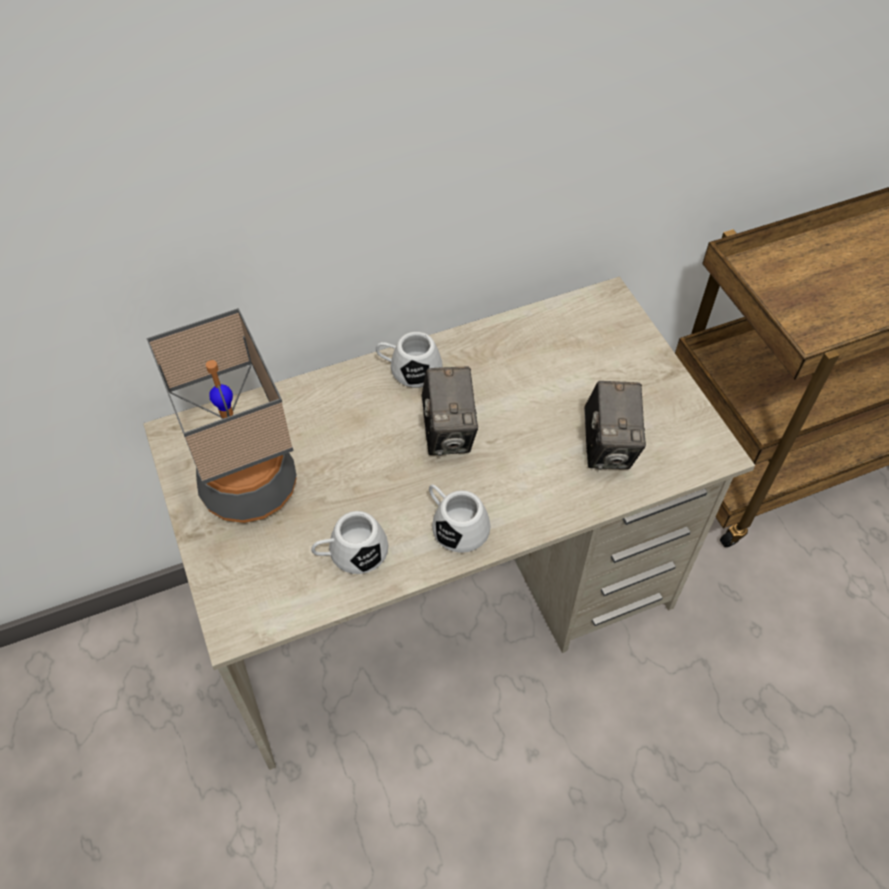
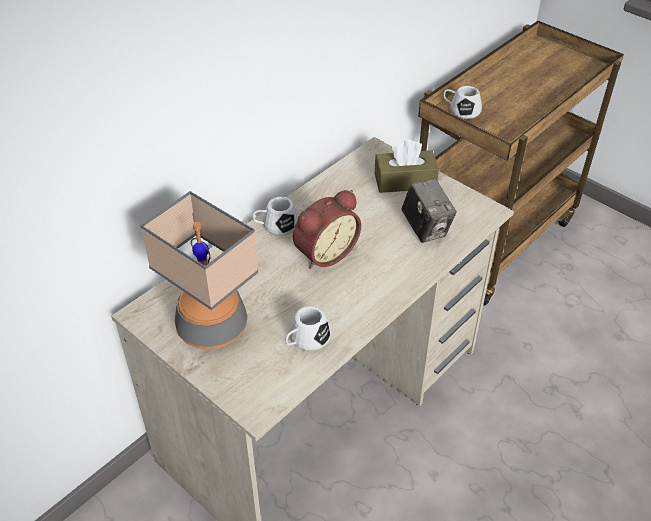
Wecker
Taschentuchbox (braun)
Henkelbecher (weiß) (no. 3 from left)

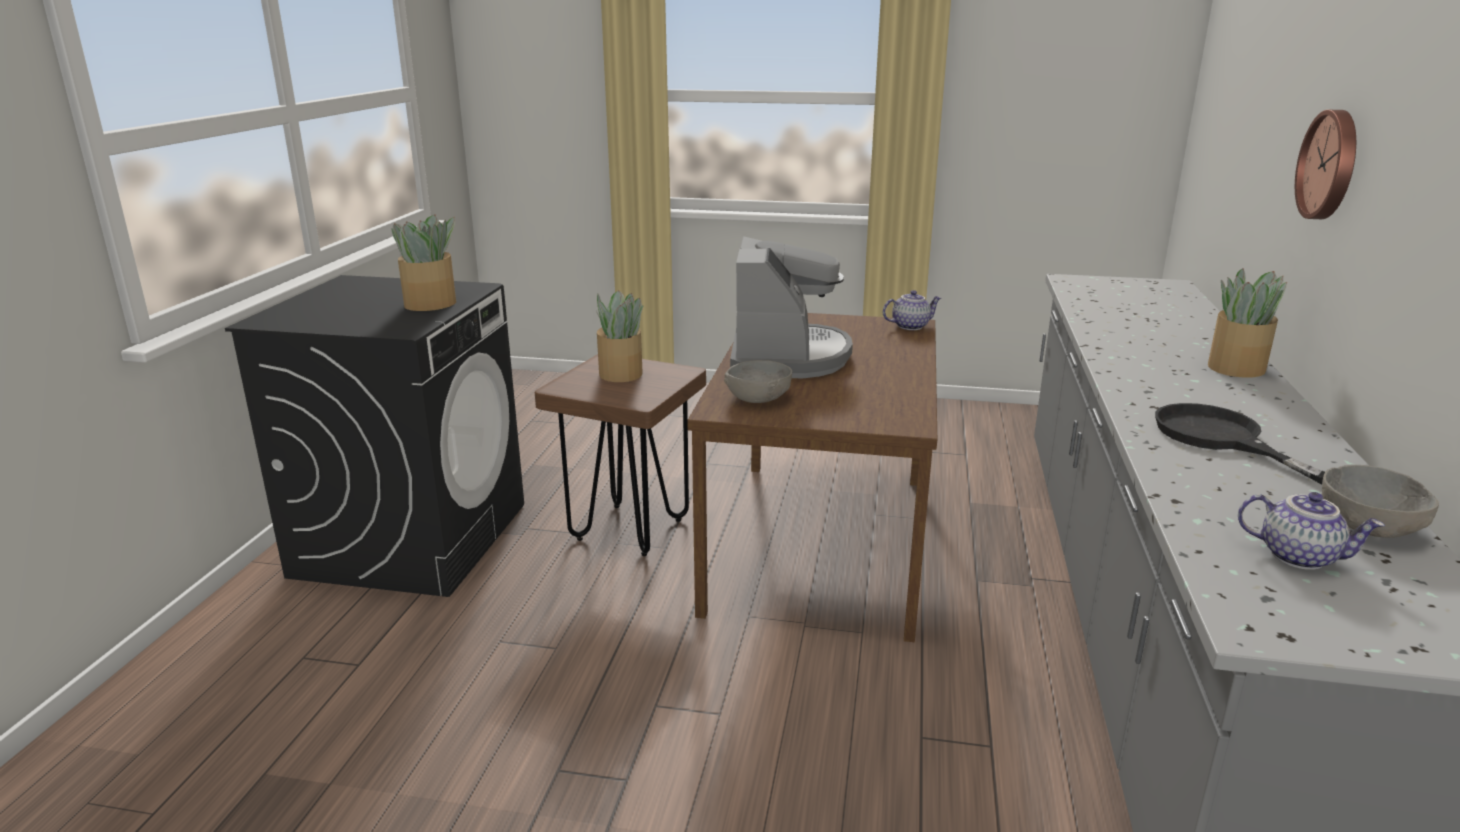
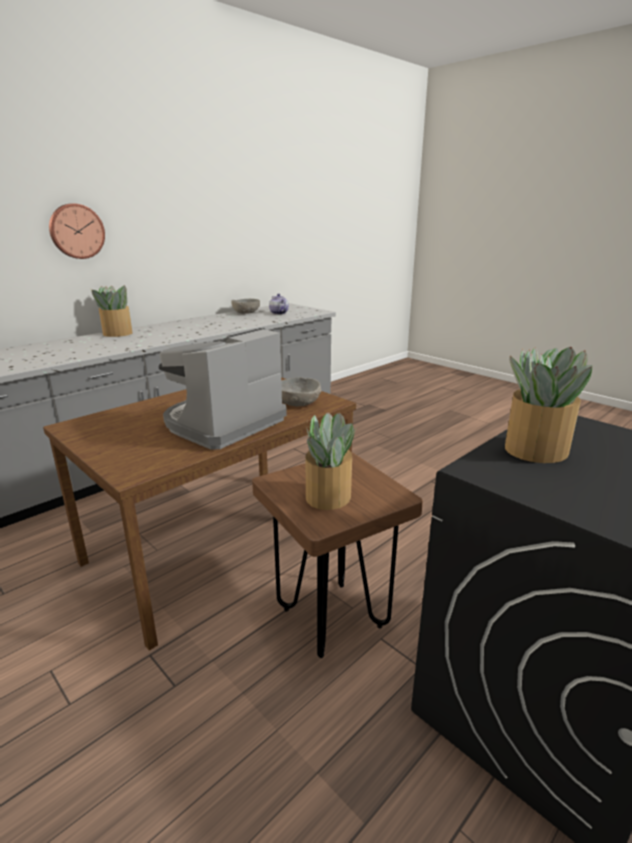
Teekanne (no. 1 from left in the first image)
Pfanne (schwarz)

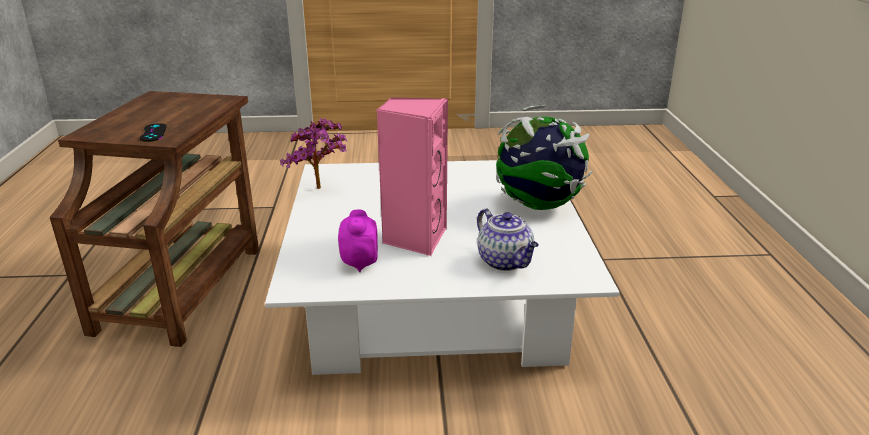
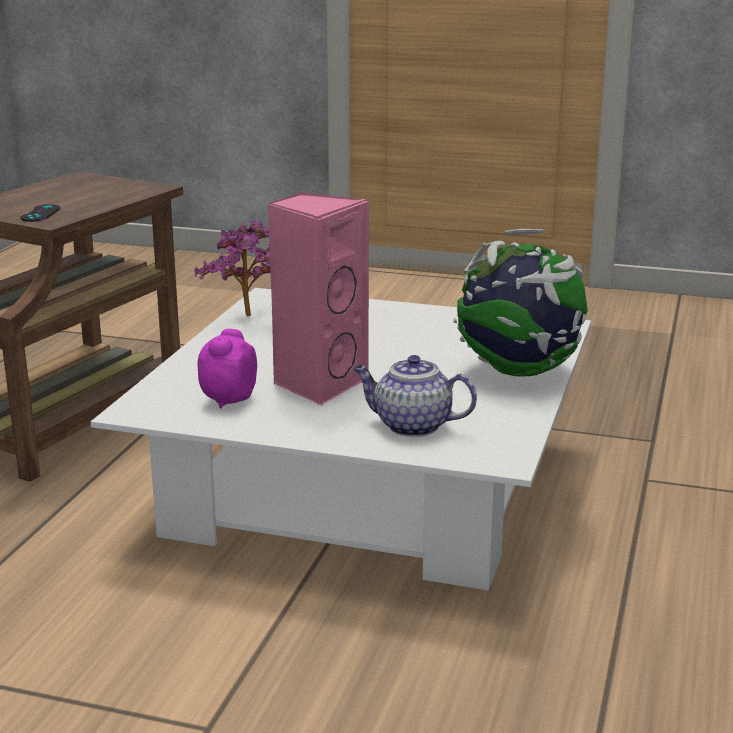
Teekanne

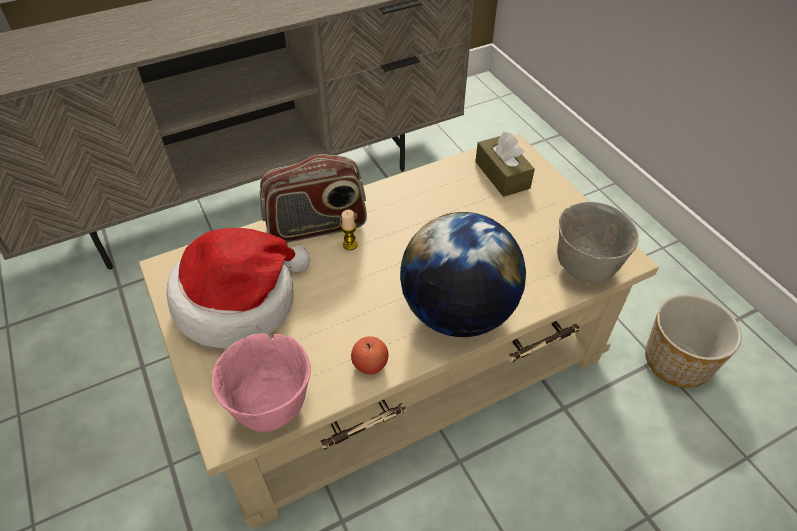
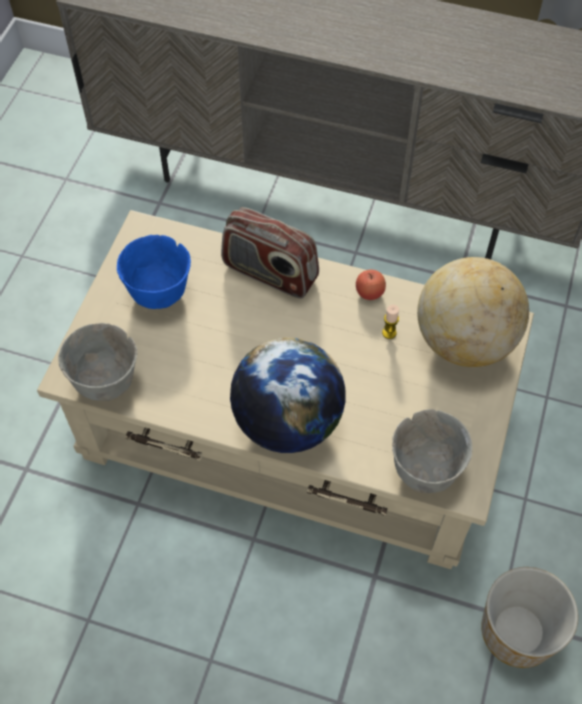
Schüssel (grau) (no. 1 from left)
Schüssel (blau)
Apfel
Kerze
Globus (no. 2 from left)

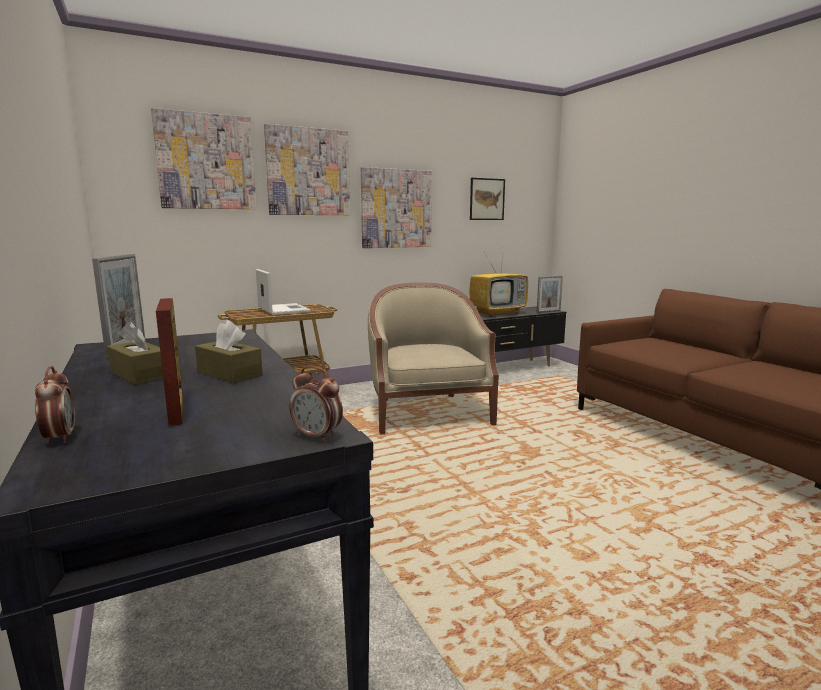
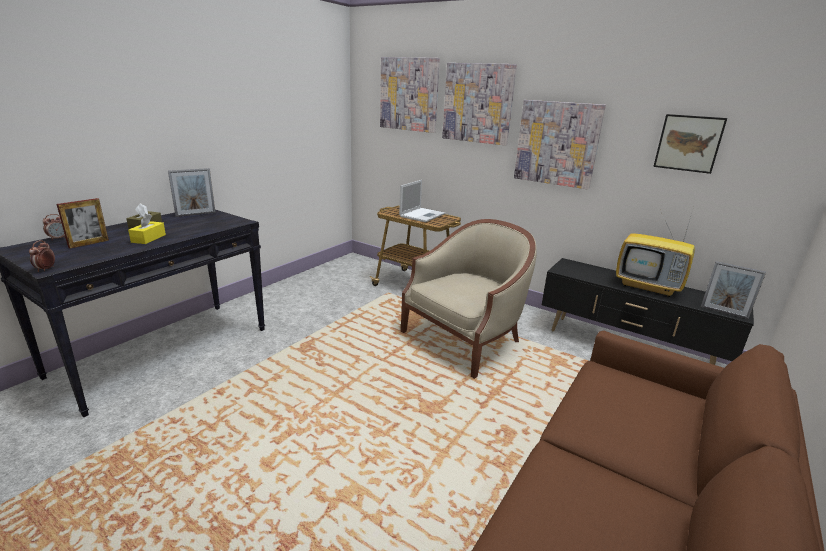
Taschentuchbox (gelb)

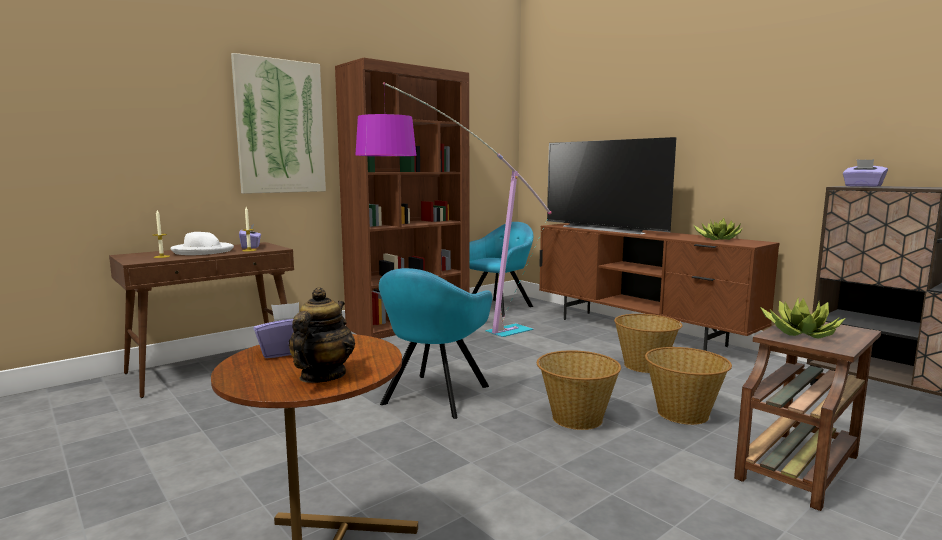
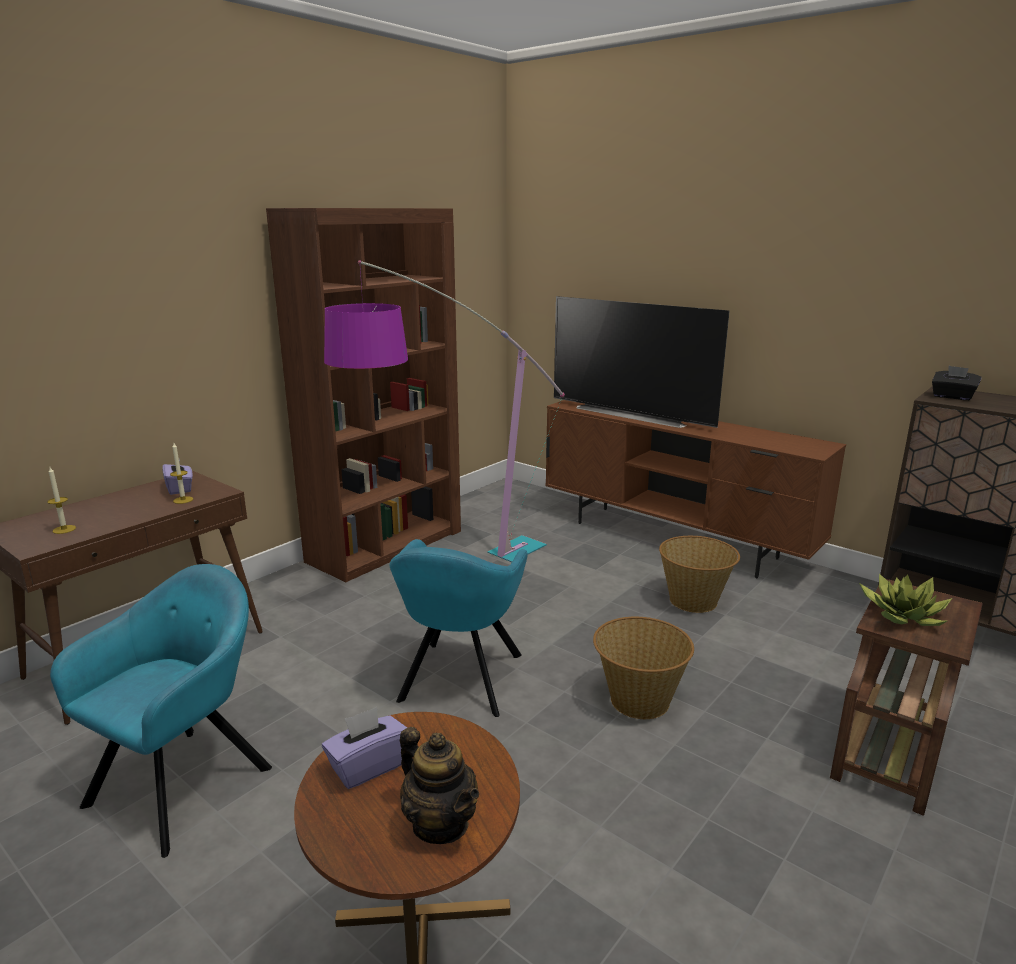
Sessel (türkis) (no. 1 from left)
Teekanne
Taschentuchbox (schwarz)
Hut (weiß)
Bild
Korb (no. 3 from left in the first image)
Topfpflanze (no. 1 from left in the first image)

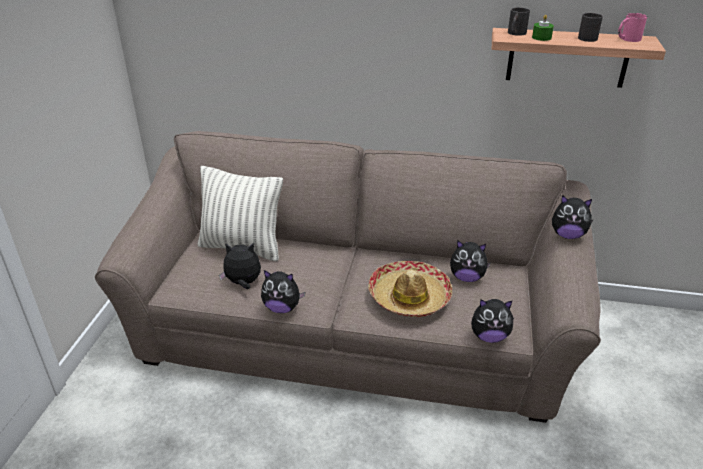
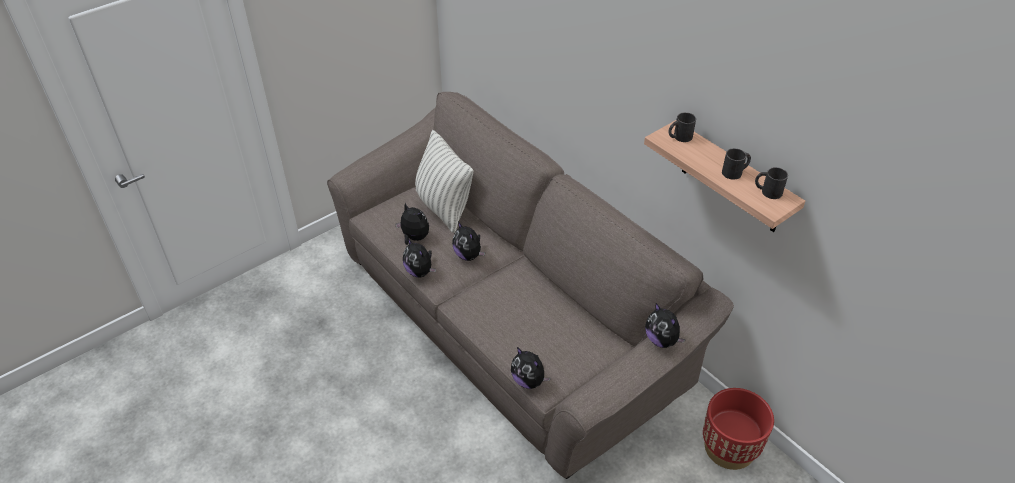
Plüschtier (no. 3 from left)
Pflanzkübel (rot)
Henkelbecher (schwarz) (no. 3 from left)
Hut
Kerze (grün)

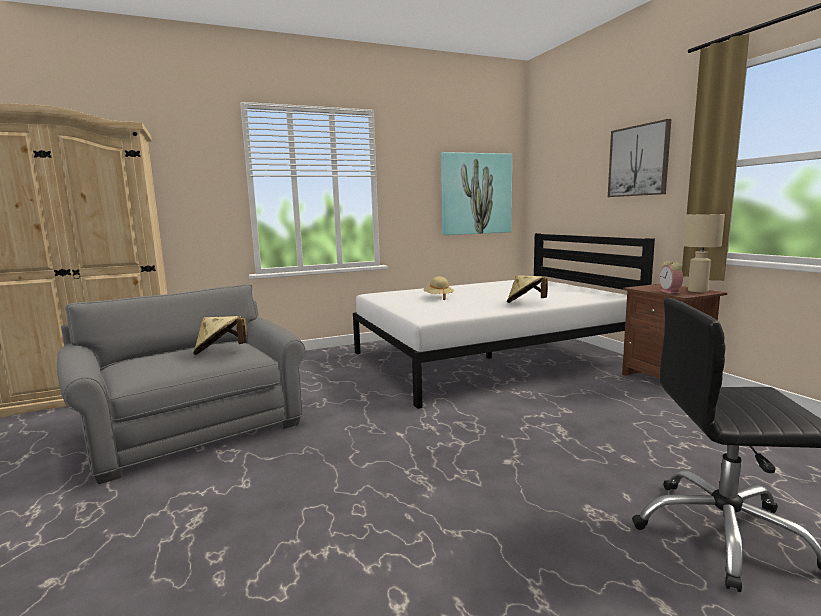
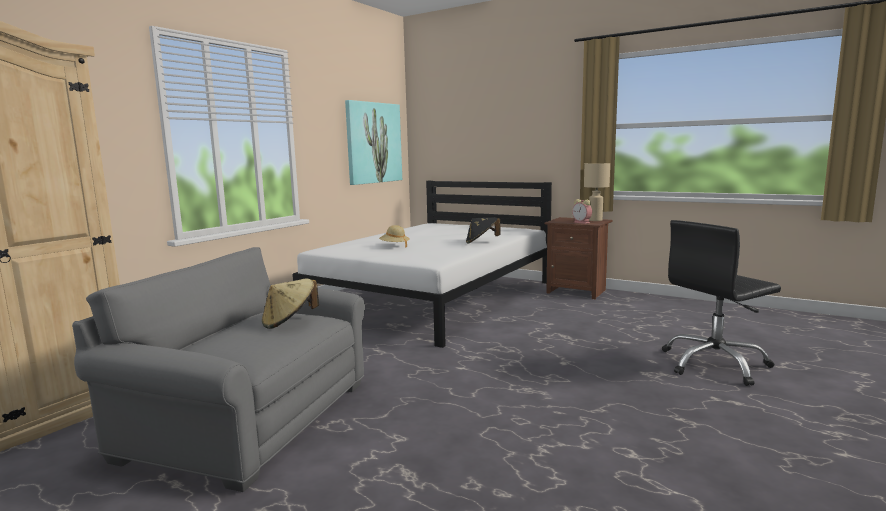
Hut (schwarz)
Bild (no. 2 from left in the first image)

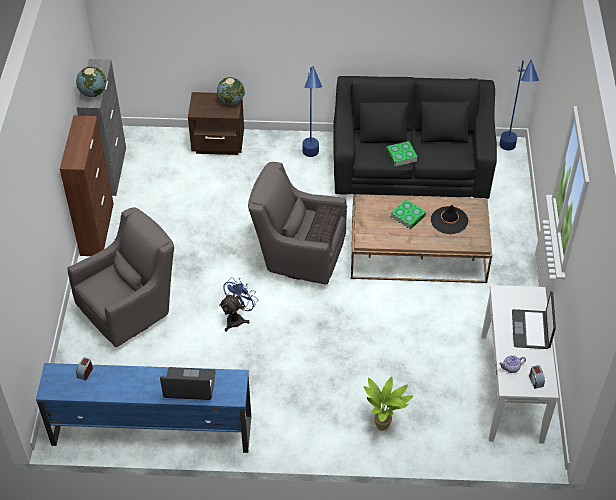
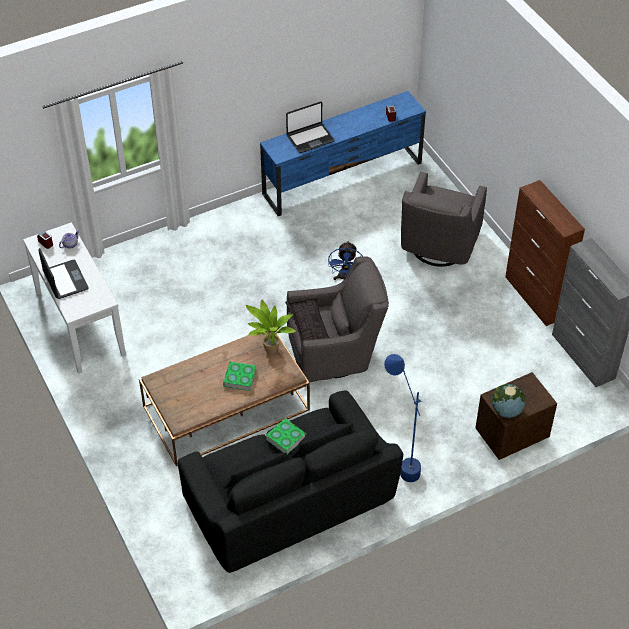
Topfpflanze
Globus (no. 1 from left in the first image)
Hut (schwarz)
Stehlampe (blau) (no. 2 from left in the first image)

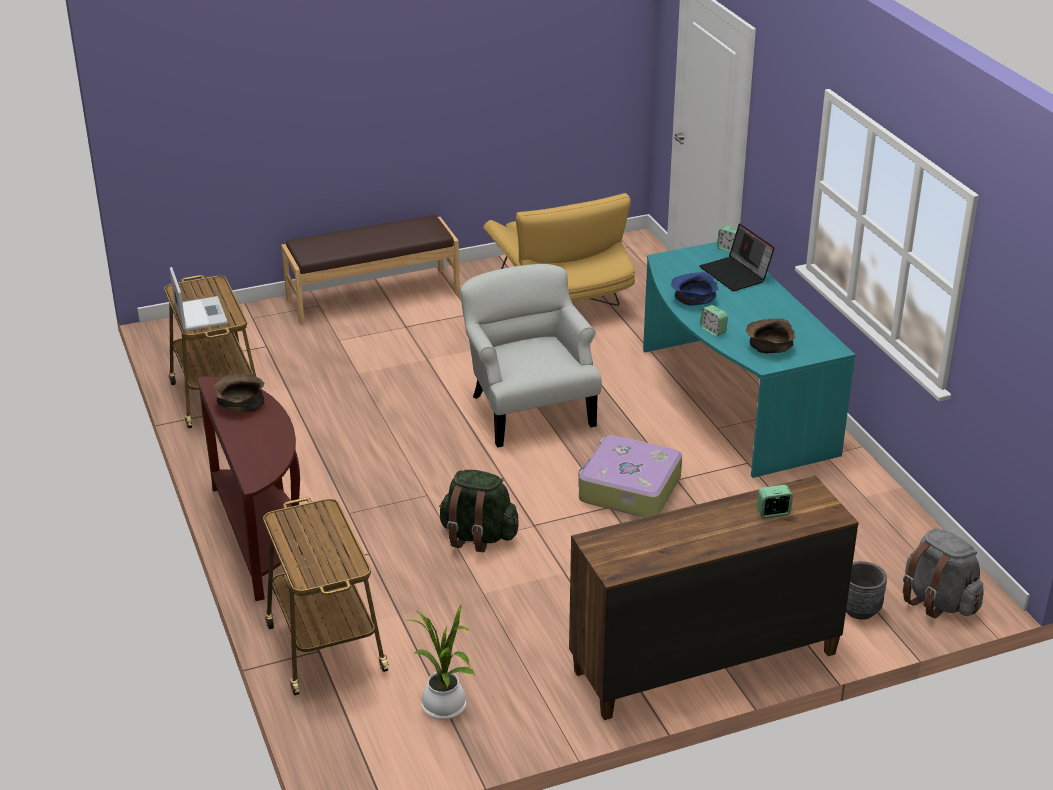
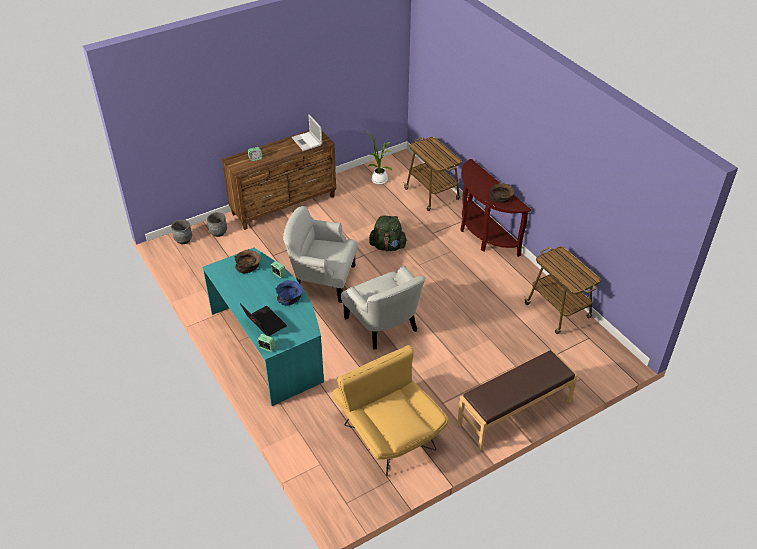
Pflanzkübel (grau) (no. 1 from left)
Sessel (weiß) (no. 1 from left)
Laptop (no. 2 from left)

